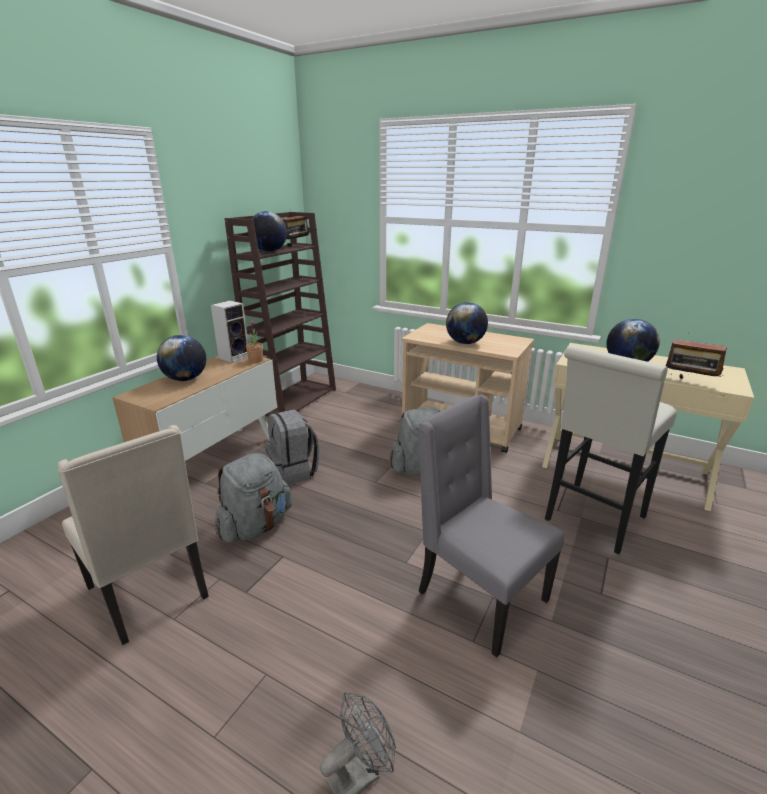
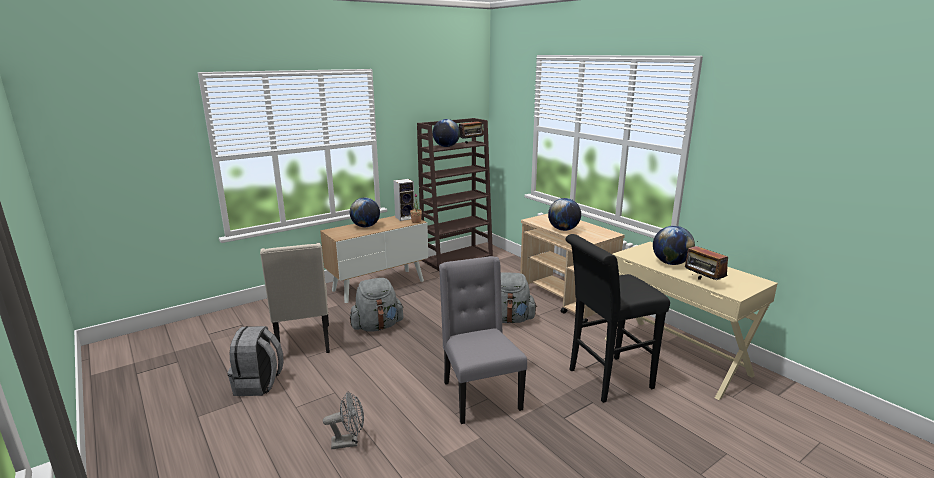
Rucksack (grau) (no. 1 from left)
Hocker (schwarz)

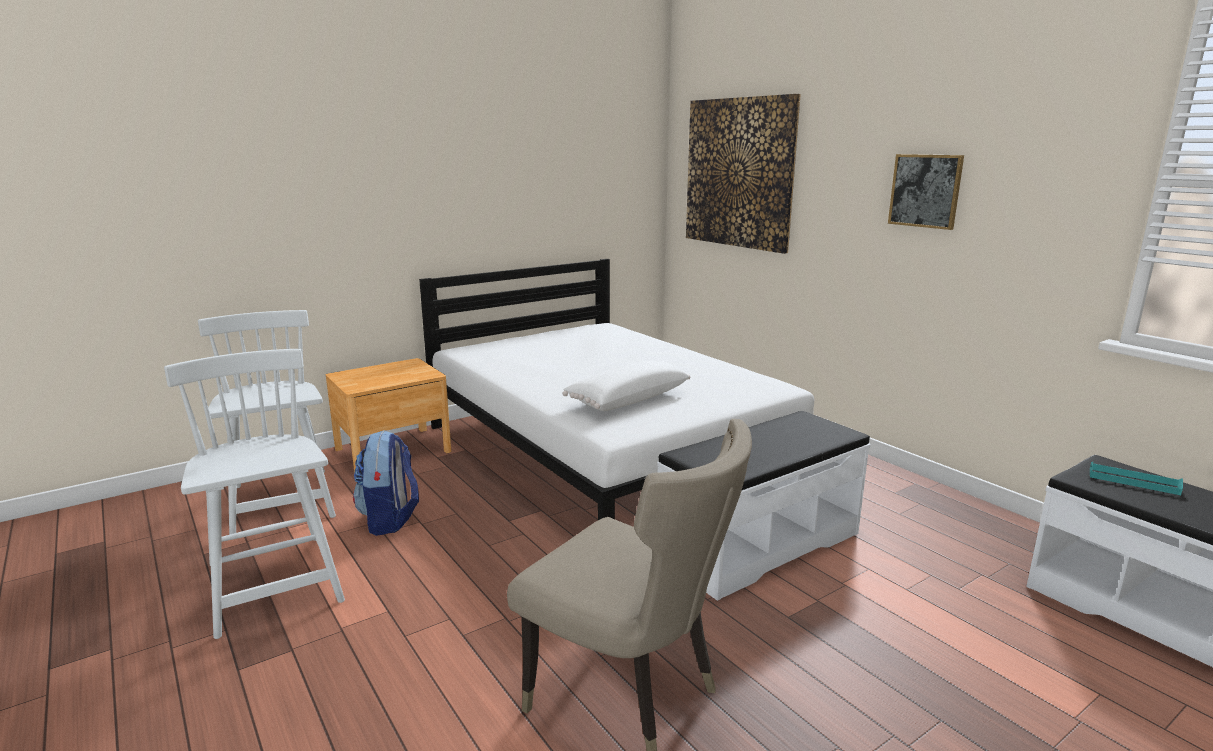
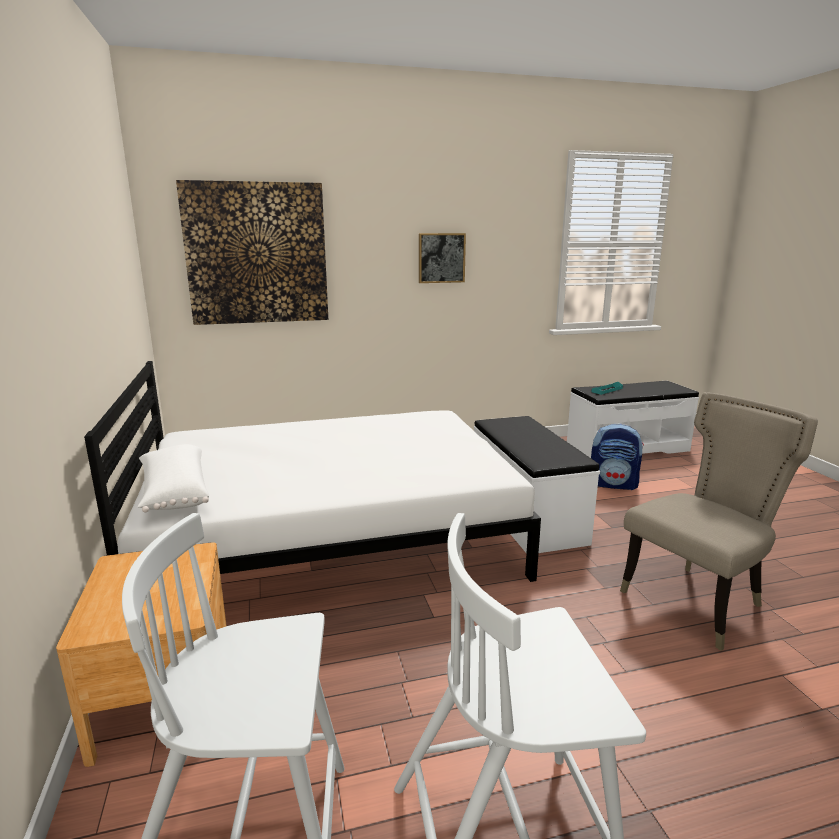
Kissen (weiß)
Rucksack

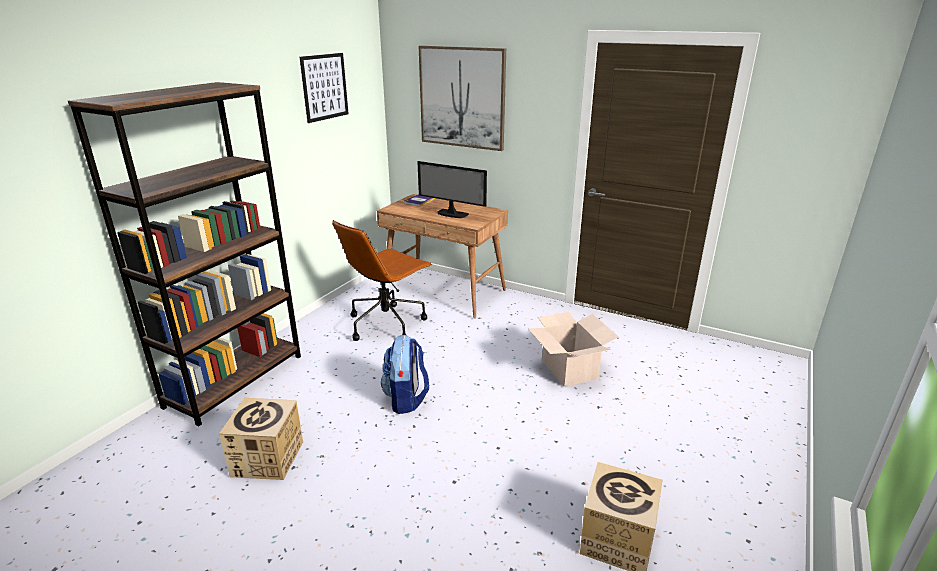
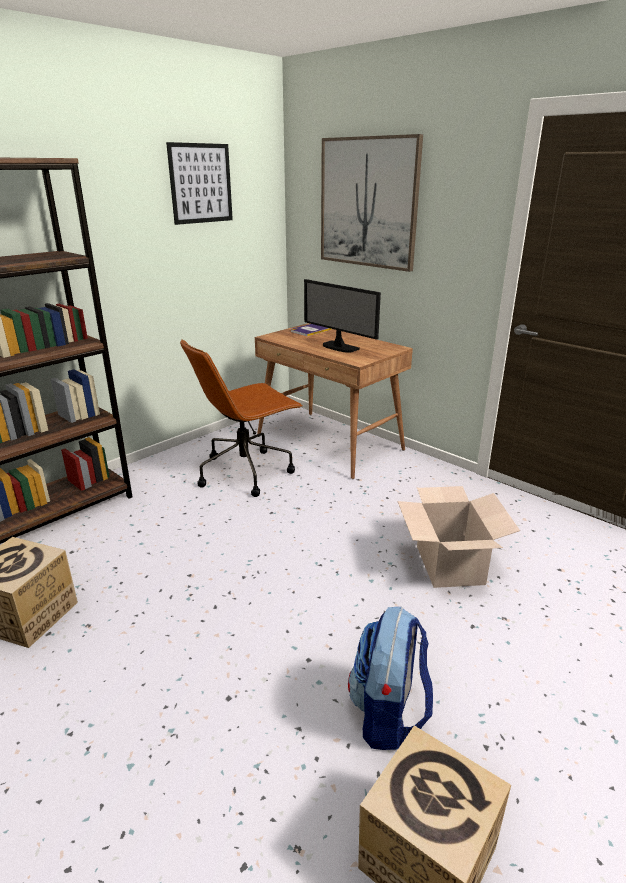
Rucksack

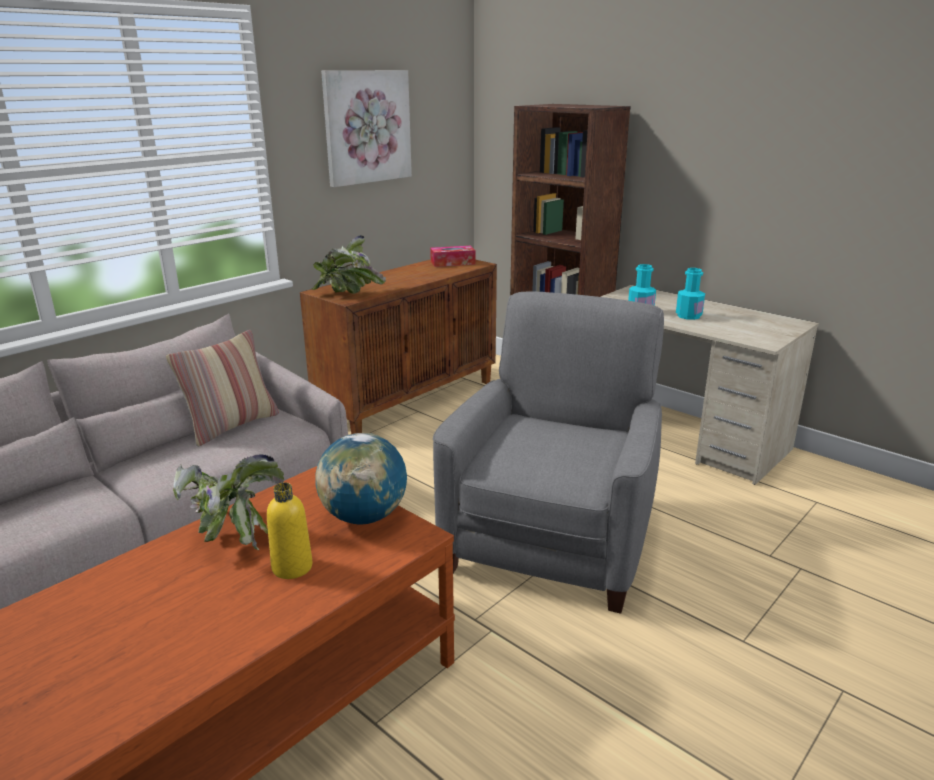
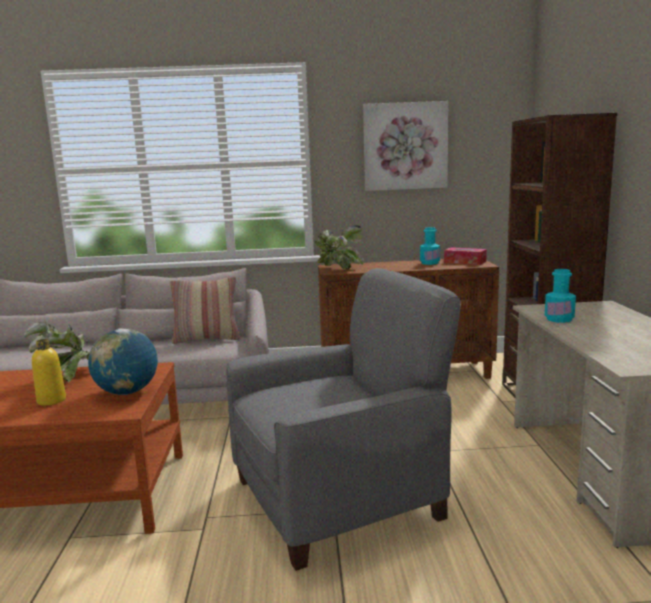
Flasche (türkis) (no. 1 from left)

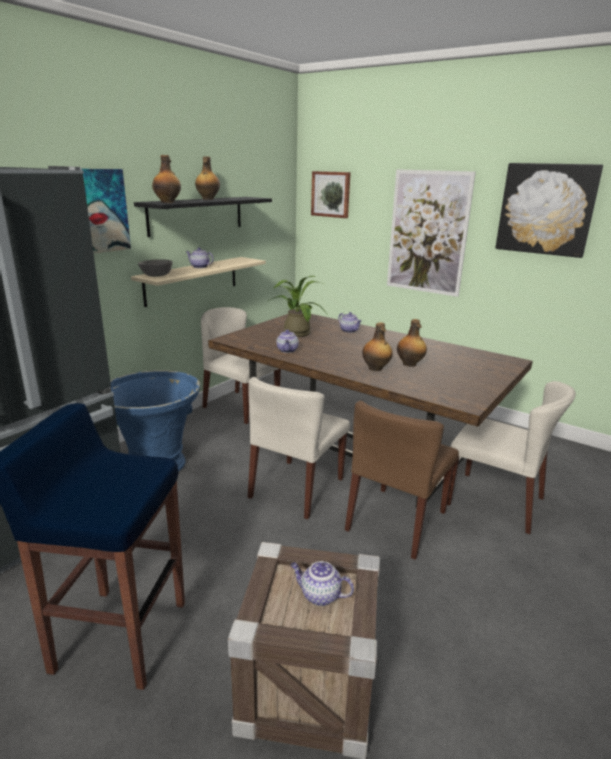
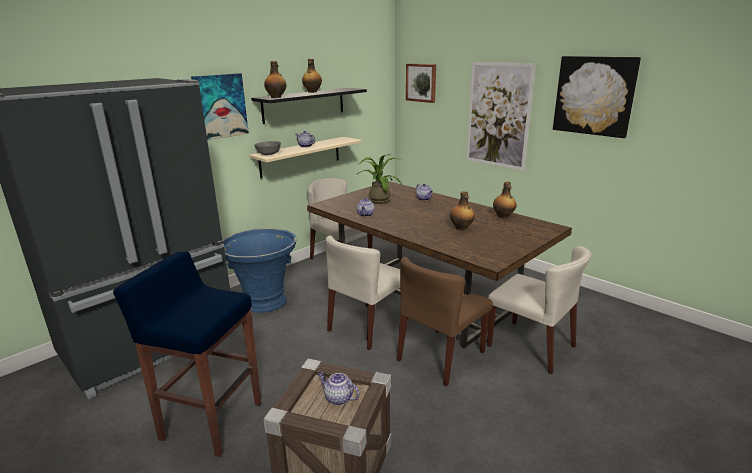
Flasche (no. 4 from left)

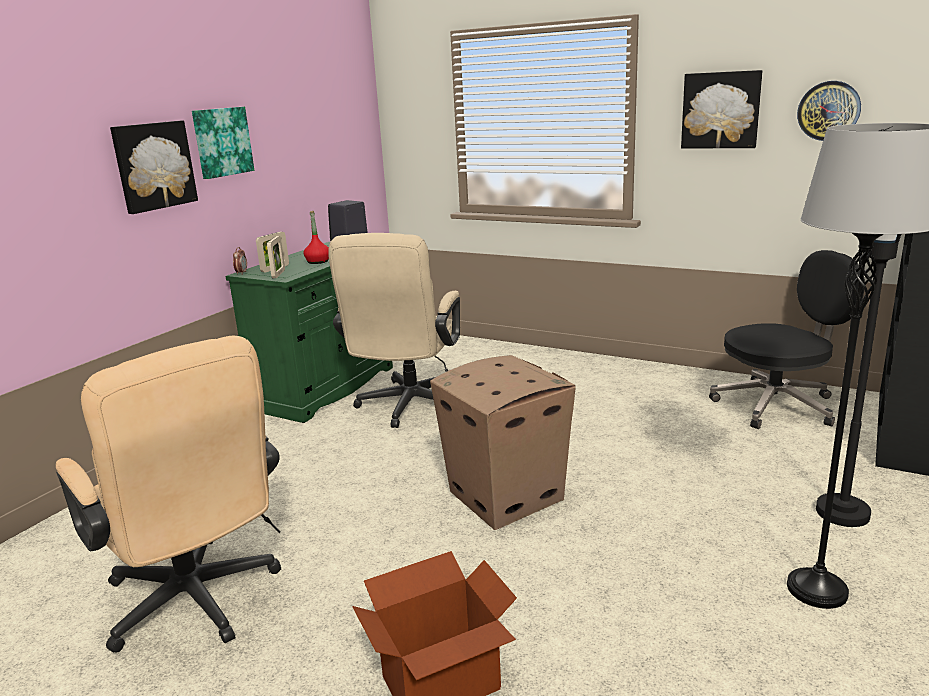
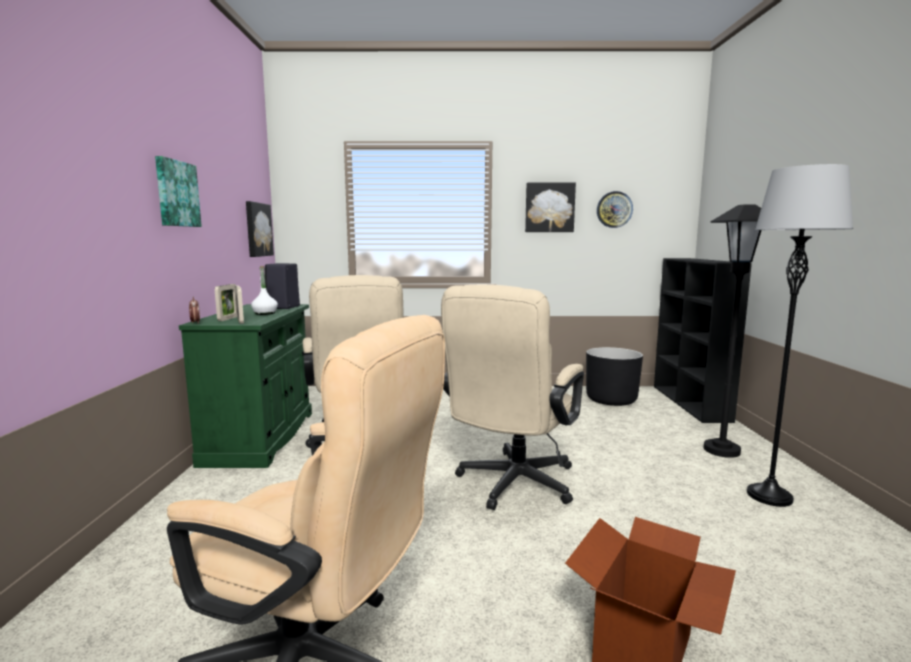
Bild (no. 2 from left)
Flasche (weiß)
Bürostuhl (beige) (no. 3 from left)
Pflanzkübel (schwarz)

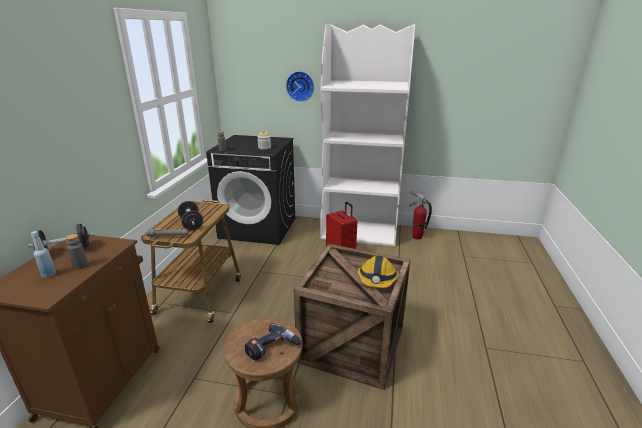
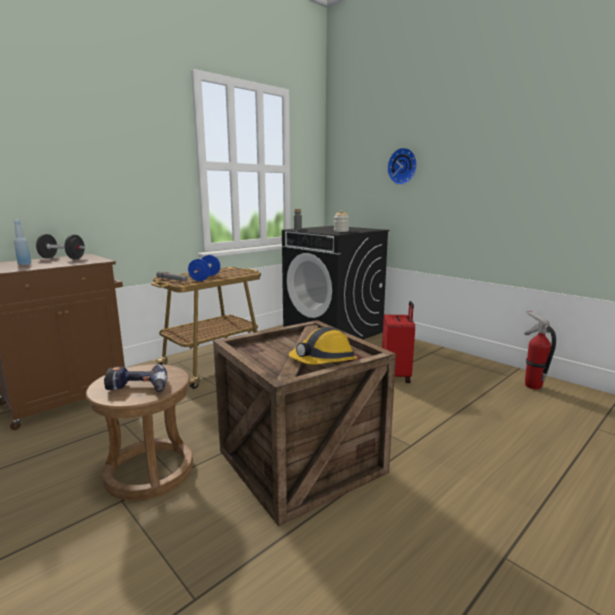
Hantel (blau)
Flasche (grau) (no. 1 from left in the first image)
Bücherregal (weiß)

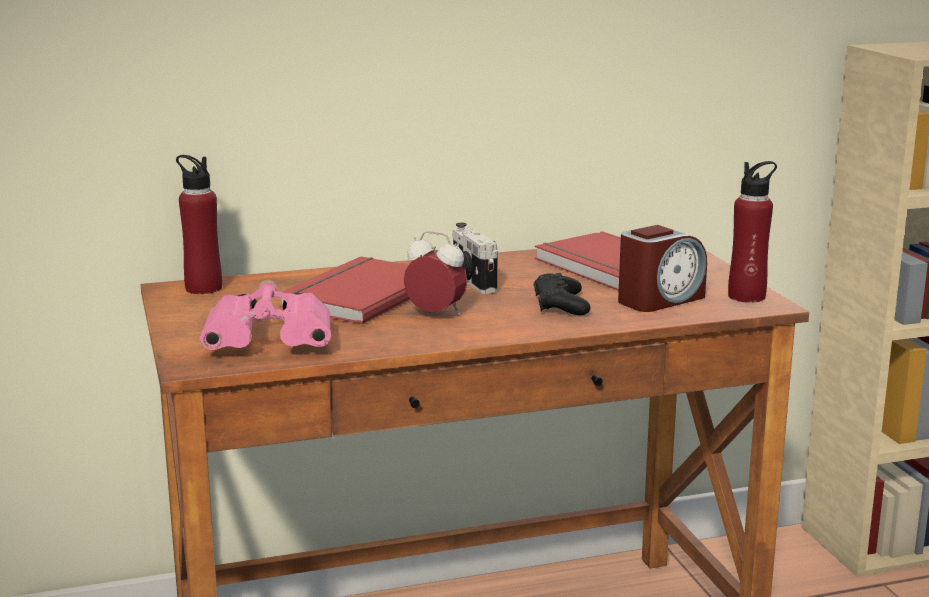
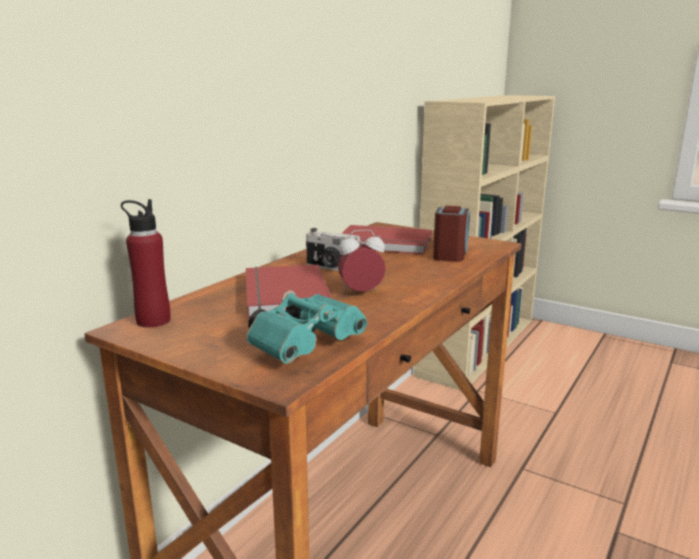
Fernglas (türkis)
Gamepad (schwarz)
Flasche (rot) (no. 2 from left in the first image)

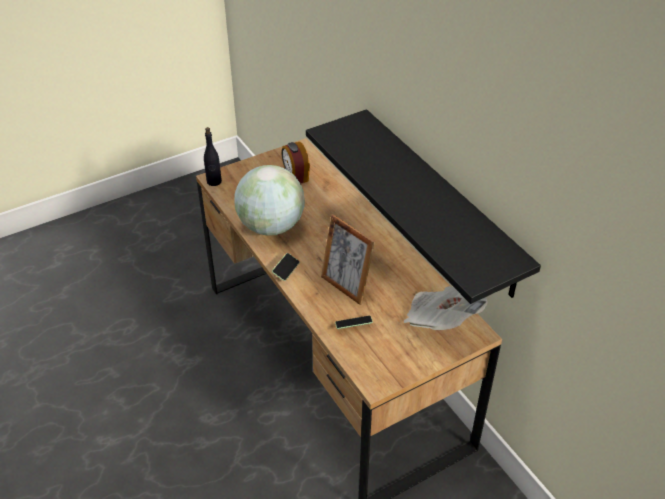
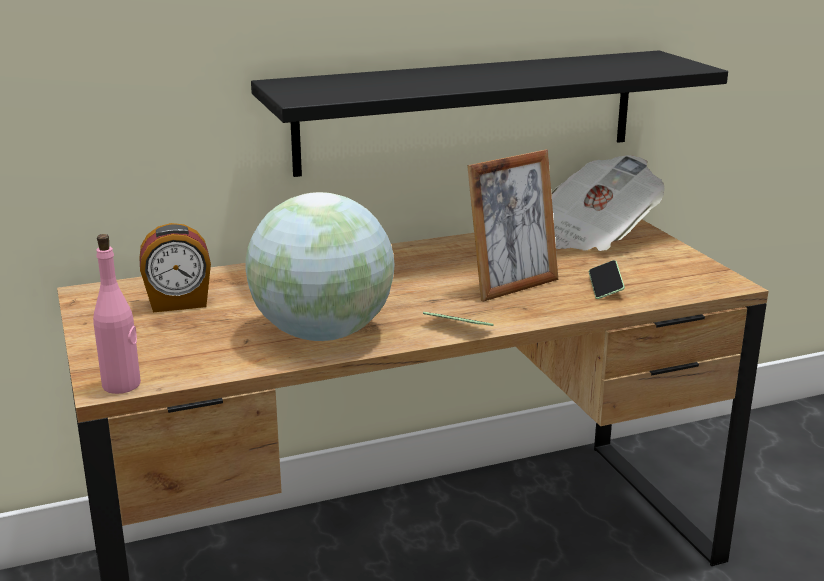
Flasche (rosa)

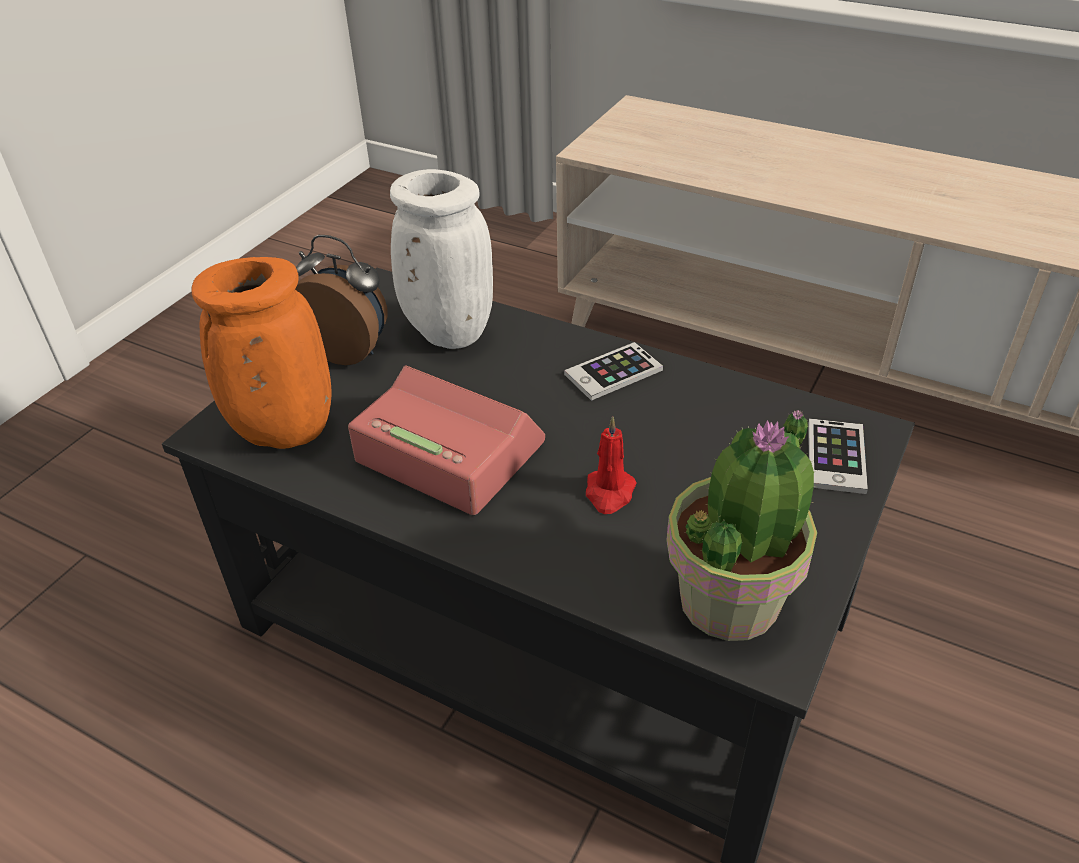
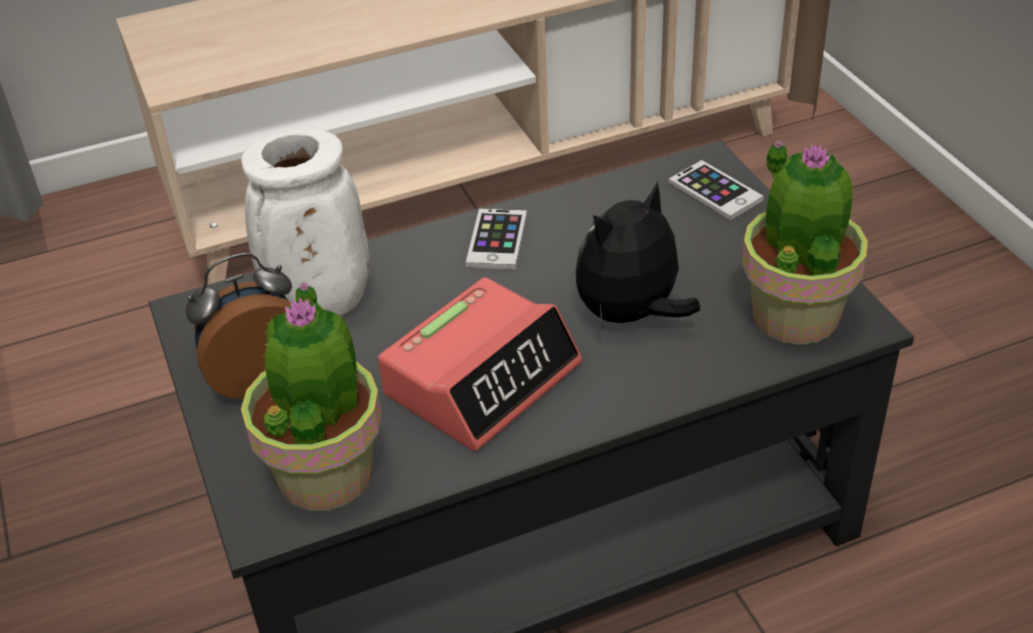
Topfpflanze (no. 1 from left)
Wecker (no. 2 from left)
Plüschtier

